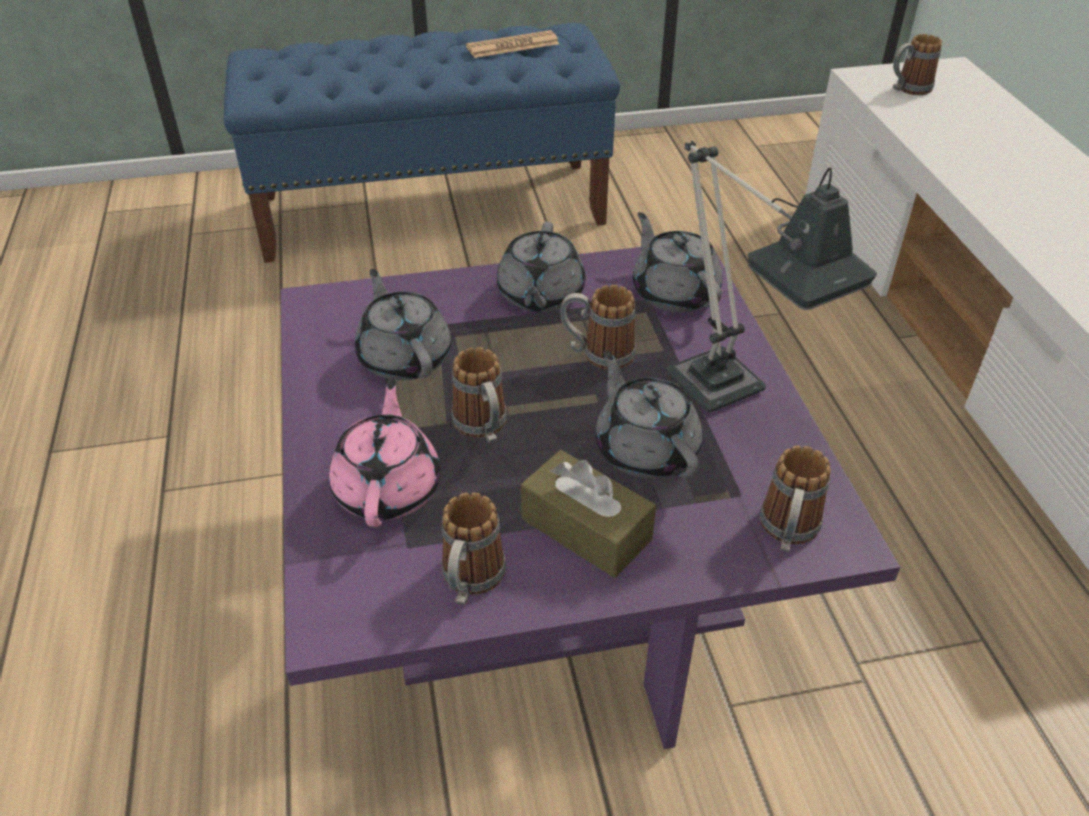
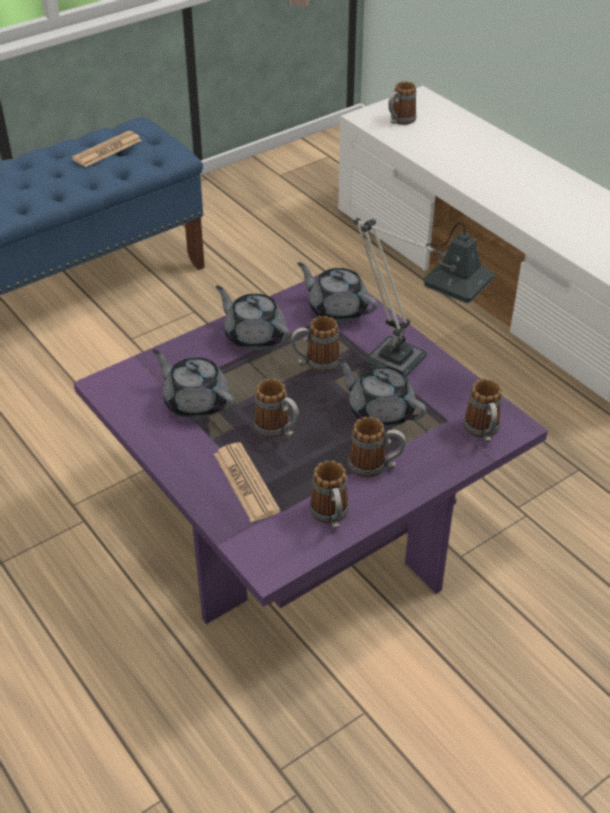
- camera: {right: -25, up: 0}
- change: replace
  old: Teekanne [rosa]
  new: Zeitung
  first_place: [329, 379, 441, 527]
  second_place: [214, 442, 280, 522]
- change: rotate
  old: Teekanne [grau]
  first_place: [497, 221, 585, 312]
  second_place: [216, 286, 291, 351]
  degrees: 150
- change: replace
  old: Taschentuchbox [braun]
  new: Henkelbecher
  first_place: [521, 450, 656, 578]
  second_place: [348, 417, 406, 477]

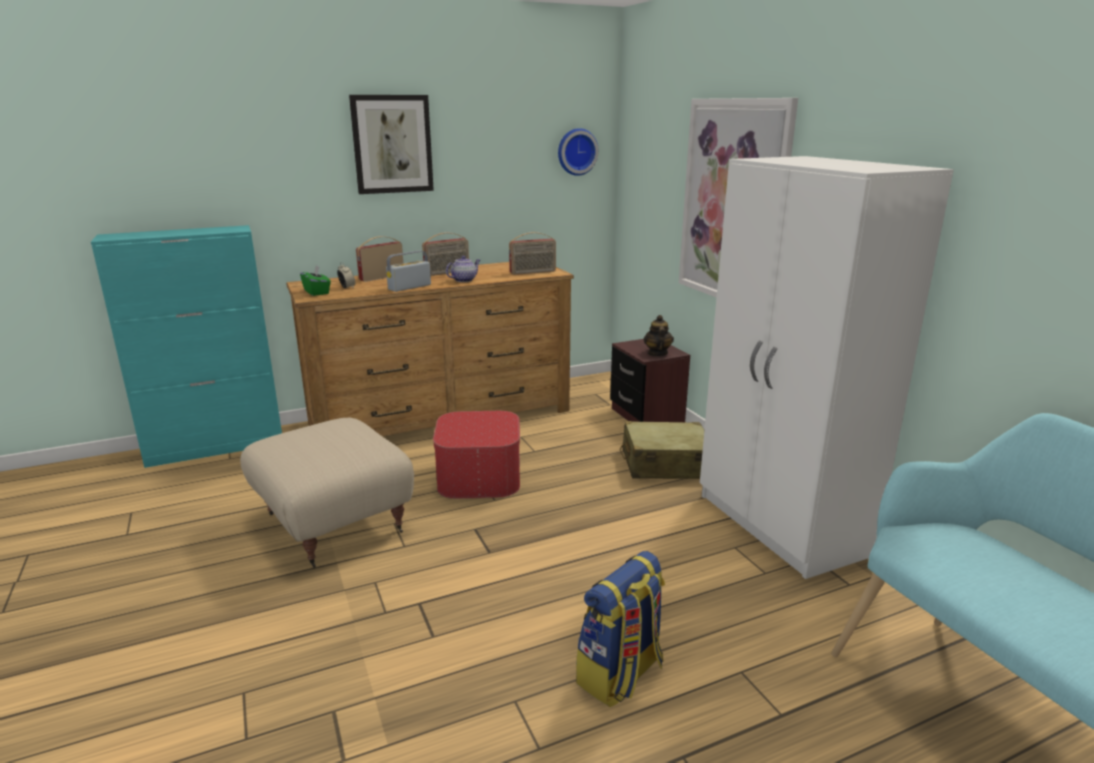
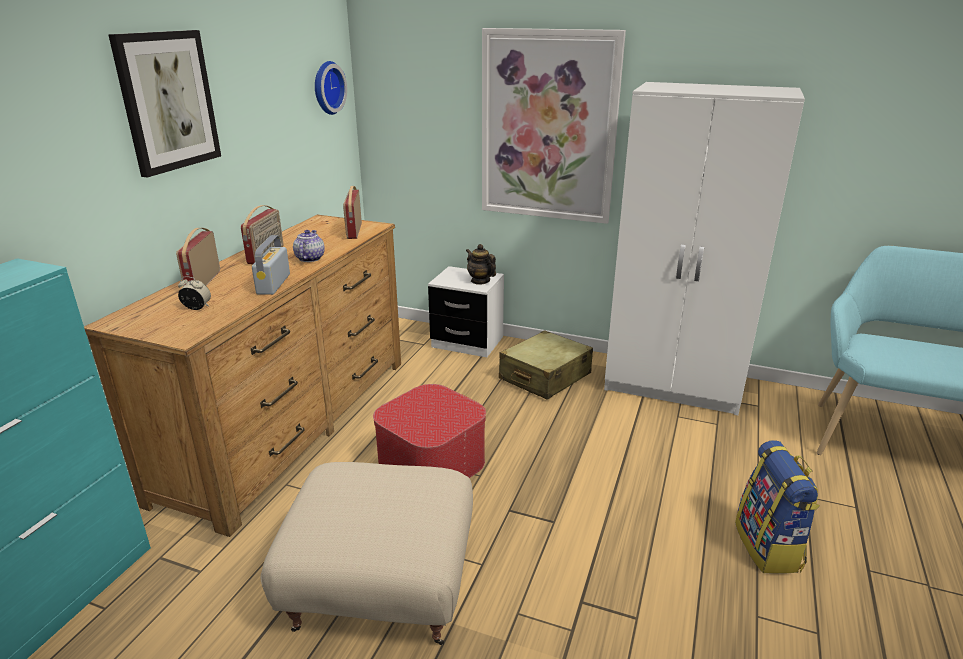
- camera: {right: -45, up: 5}
- change: delete
  old: Taschentuchbox [grün]
  first_place: [300, 265, 331, 296]
- change: rotate
  old: Radio
  first_place: [509, 232, 556, 275]
  second_place: [343, 186, 362, 239]
  degrees: 150
- change: recolor
  old: Nachttisch [braun]
  new: Nachttisch [weiß]
  first_place: [610, 339, 690, 422]
  second_place: [428, 266, 504, 357]

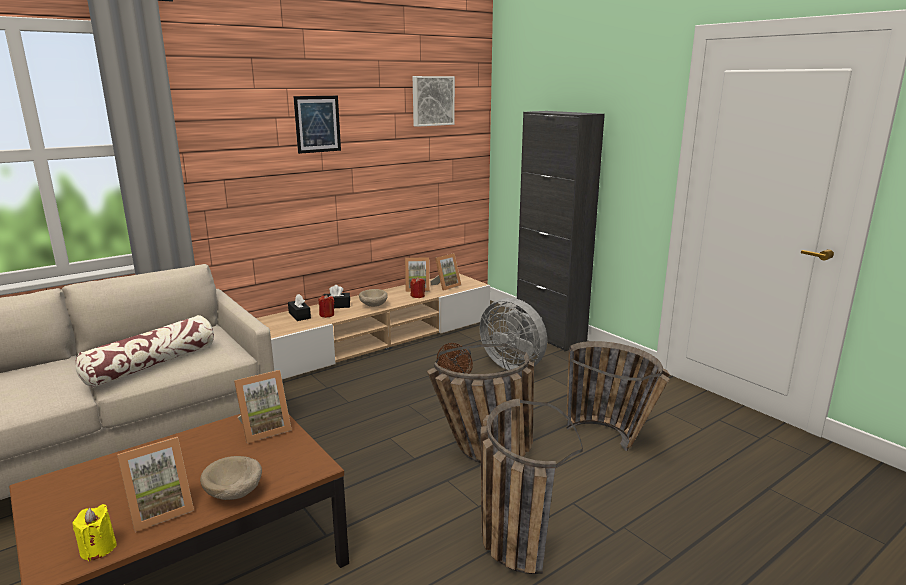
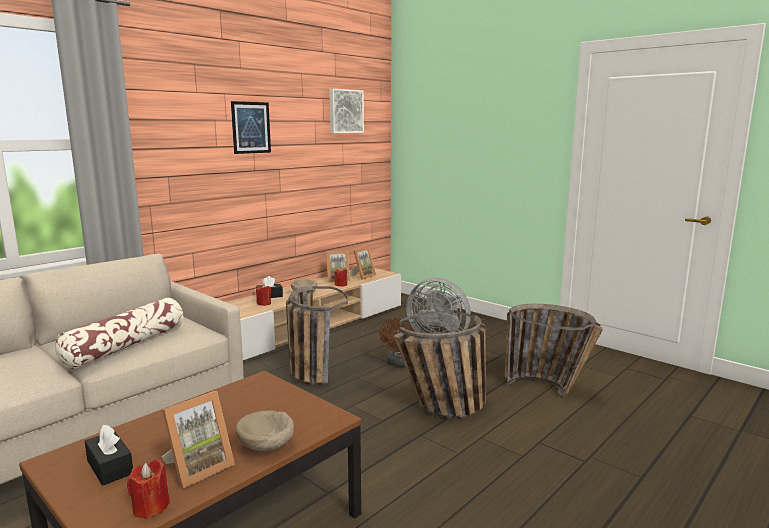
- camera: {right: -10, up: -5}
- change: recolor
  old: Kerze [gelb]
  new: Kerze [rot]
  first_place: [72, 504, 117, 561]
  second_place: [127, 459, 170, 519]
- change: delete
  old: Bilderrahmen
  first_place: [234, 370, 292, 443]
- change: move
  old: Taschentuchbox [schwarz]
  first_place: [288, 294, 311, 321]
  second_place: [85, 425, 133, 486]
- change: move
  old: Korb
  first_place: [480, 398, 583, 574]
  second_place: [286, 285, 348, 386]
- change: delete
  old: Schrank [schwarz]
  first_place: [516, 111, 605, 351]

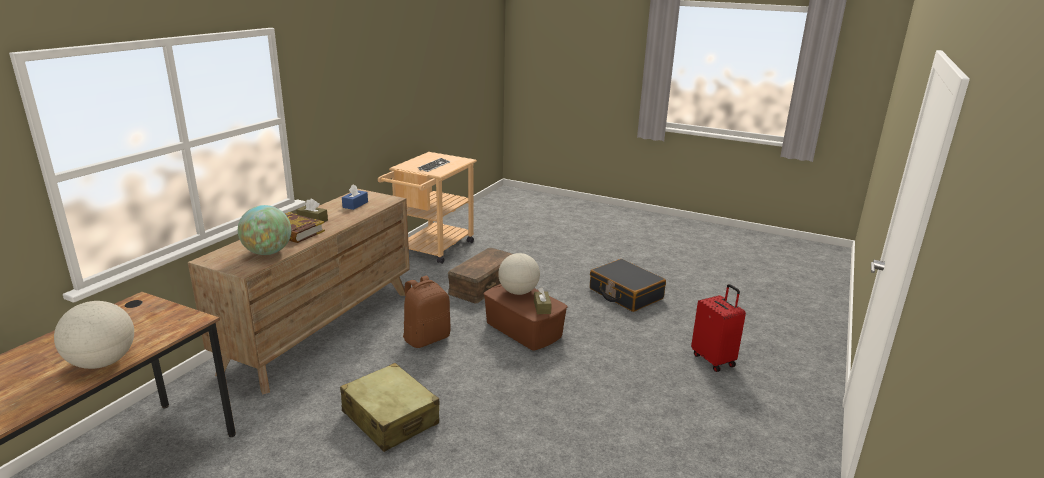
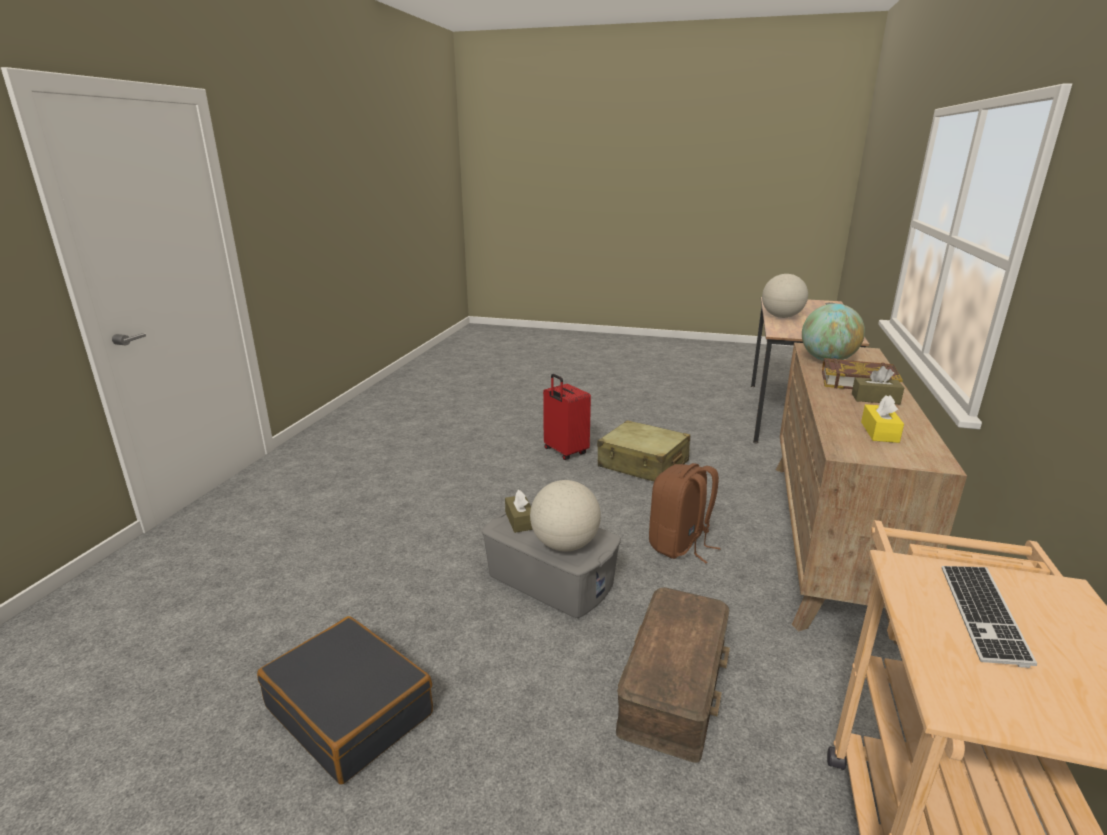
- camera: {right: 170, up: 0}
- change: recolor
  old: Taschentuchbox [blau]
  new: Taschentuchbox [gelb]
  first_place: [342, 184, 368, 210]
  second_place: [861, 395, 904, 443]
- change: recolor
  old: Aufbewahrungsbox [braun]
  new: Aufbewahrungsbox [grau]
  first_place: [483, 284, 568, 351]
  second_place: [482, 501, 621, 618]
- change: move
  old: Koffer [rot]
  first_place: [691, 284, 746, 372]
  second_place: [543, 374, 591, 460]

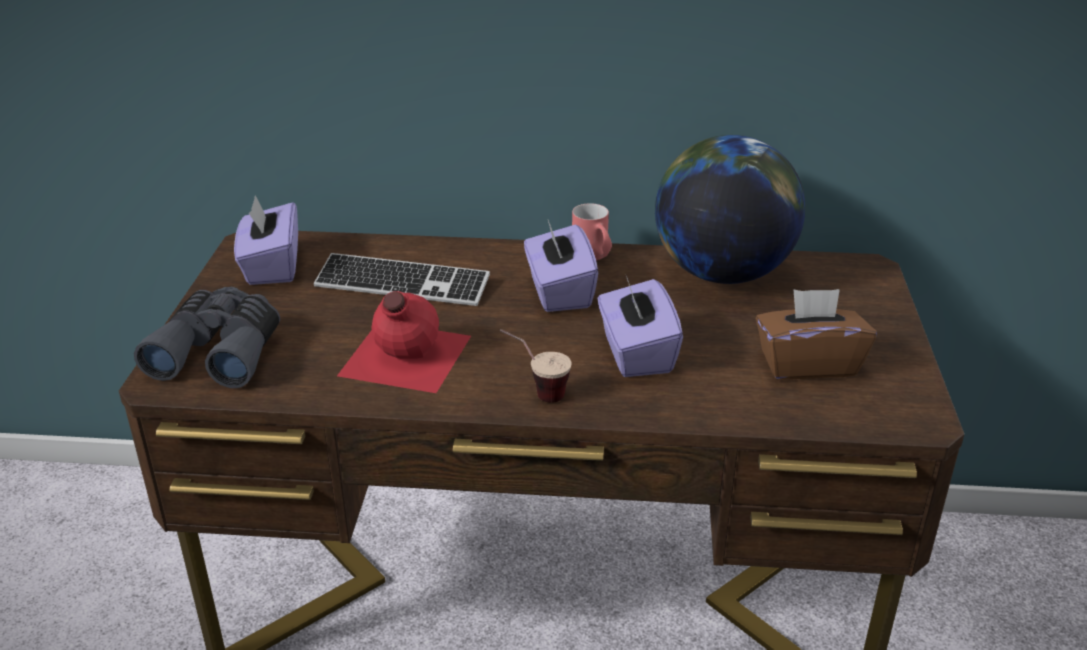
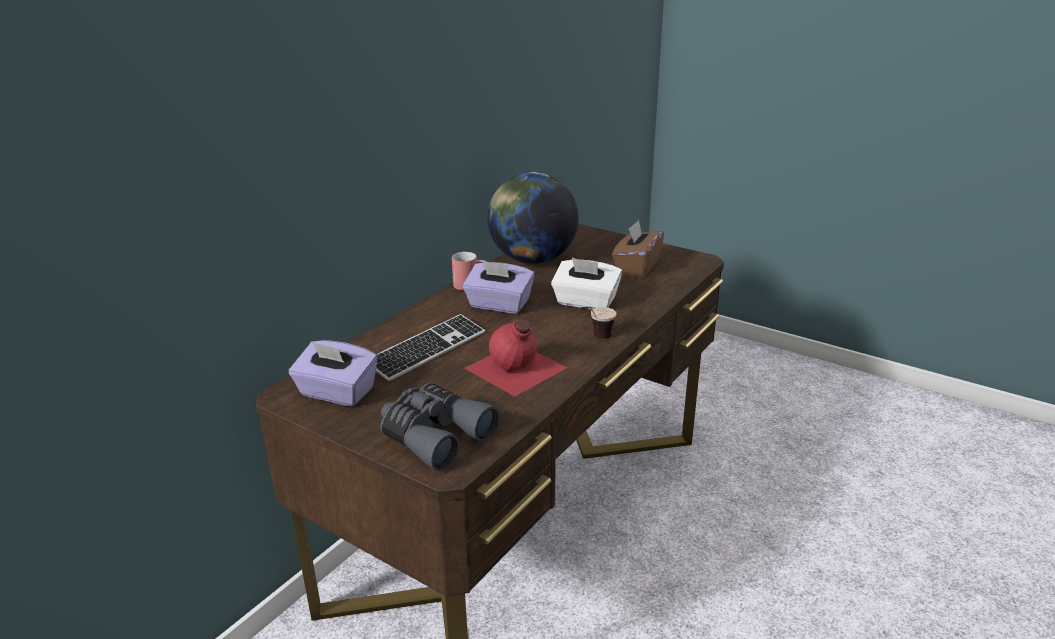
- camera: {right: -60, up: -5}
- change: recolor
  old: Taschentuchbox [lila]
  new: Taschentuchbox [weiß]
  first_place: [598, 276, 683, 377]
  second_place: [551, 258, 622, 309]

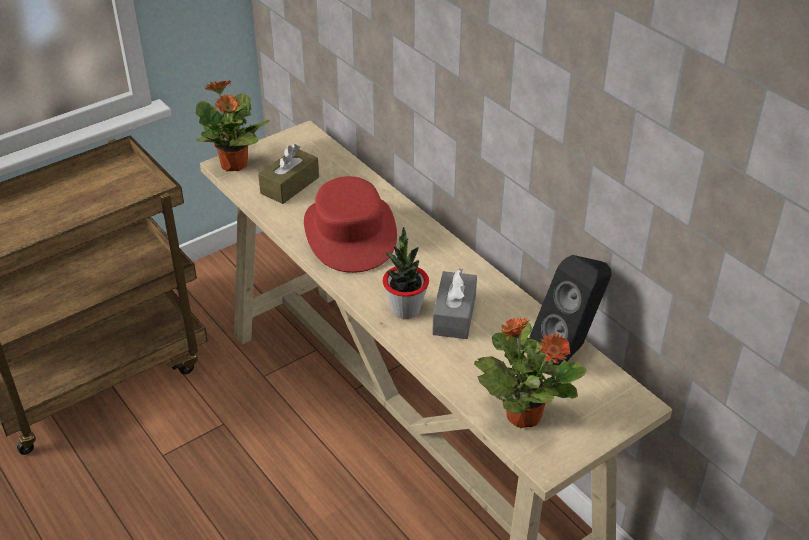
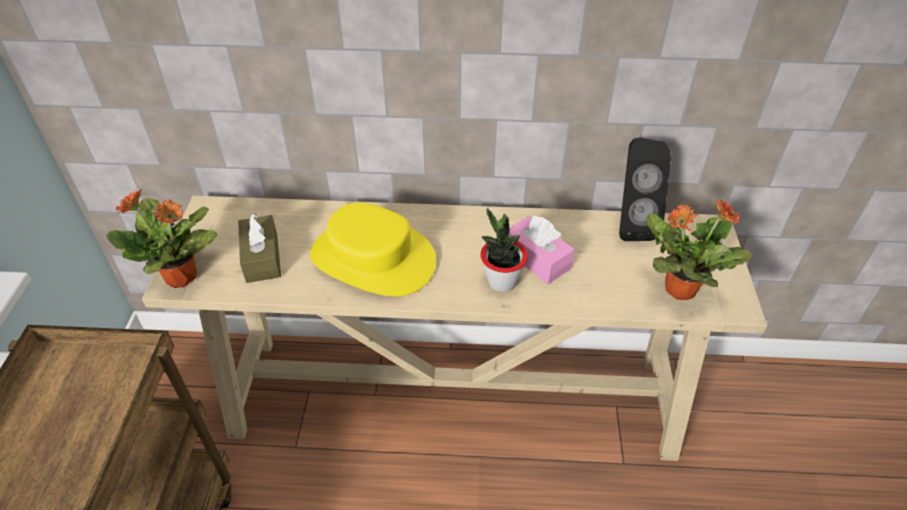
- camera: {right: -50, up: 5}
- change: recolor
  old: Hut [rot]
  new: Hut [gelb]
  first_place: [304, 176, 397, 273]
  second_place: [310, 202, 436, 297]
- change: recolor
  old: Taschentuchbox [grau]
  new: Taschentuchbox [rosa]
  first_place: [432, 268, 477, 339]
  second_place: [508, 216, 575, 284]

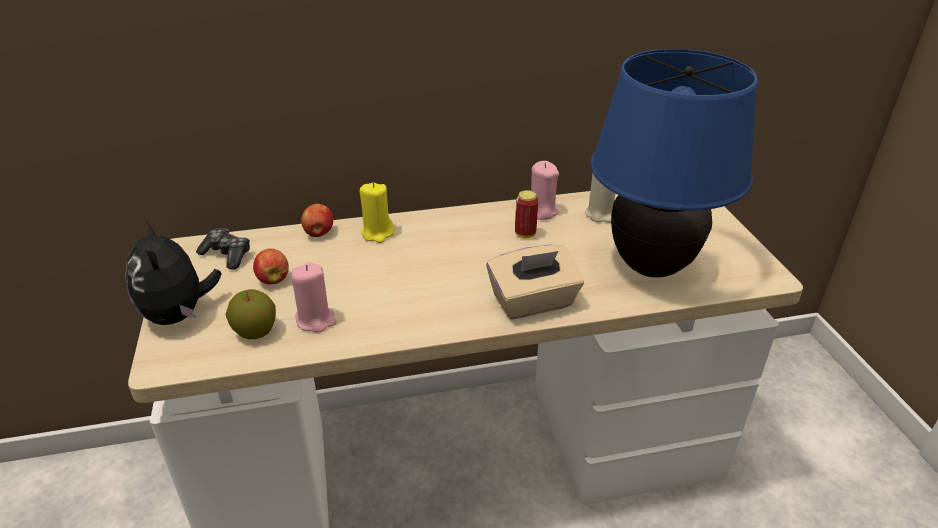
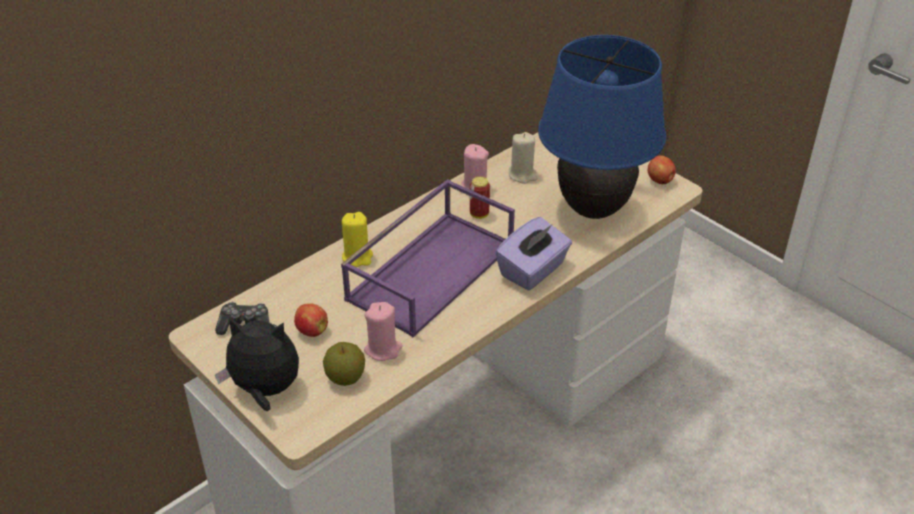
- camera: {right: -30, up: 5}
- change: rotate
  old: Plüschtier
  first_place: [125, 219, 222, 325]
  second_place: [215, 317, 299, 411]
  degrees: 150
- change: move
  old: Apfel
  first_place: [301, 204, 333, 237]
  second_place: [647, 155, 676, 184]
- change: recolor
  old: Taschentuchbox [beige]
  new: Taschentuchbox [lila]
  first_place: [486, 244, 584, 319]
  second_place: [495, 217, 572, 290]
- change: insert
  new: Tablett [lila]
  second_place: [341, 179, 515, 337]

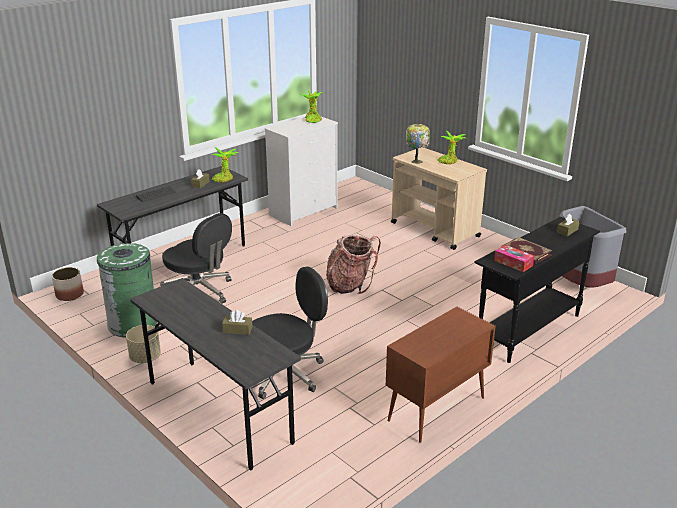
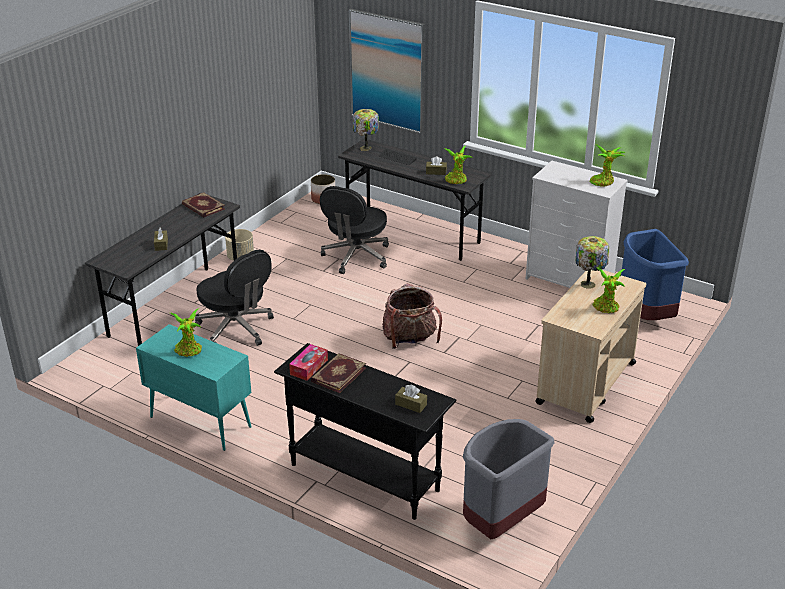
- camera: {right: 75, up: 5}
- change: delete
  old: Mülleimer [grün]
  first_place: [97, 243, 157, 338]
- change: recolor
  old: Schrank [braun]
  new: Schrank [türkis]
  first_place: [386, 307, 496, 443]
  second_place: [136, 324, 251, 451]
- change: insert
  new: Topfpflanze
  second_place: [170, 309, 202, 357]
- change: insert
  new: Buch
  second_place: [182, 192, 225, 217]
- change: insert
  new: Bild
  second_place: [349, 9, 425, 134]
- change: insert
  new: Tischlampe
  second_place: [353, 109, 379, 151]
- change: insert
  new: Mülleimer [blau]
  second_place: [621, 229, 689, 320]

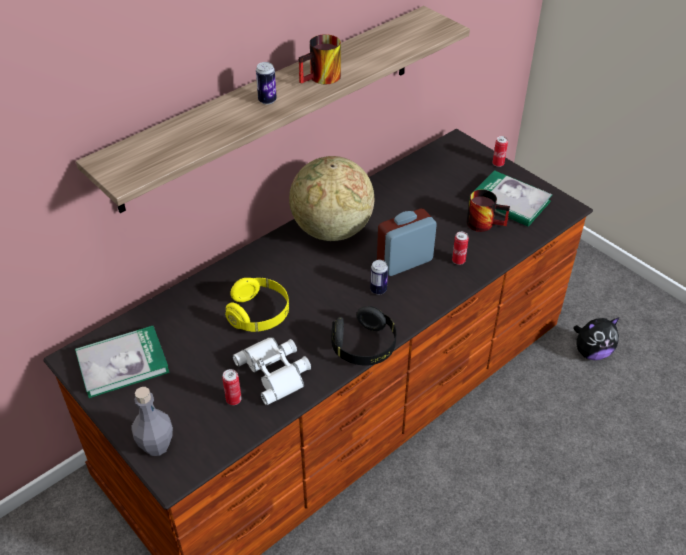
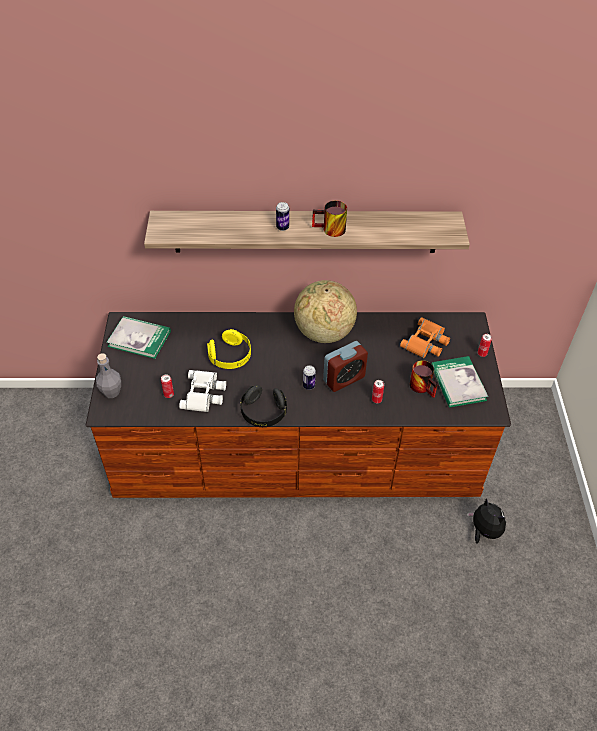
- camera: {right: 40, up: 5}
- change: rotate
  old: Wecker
  first_place: [377, 208, 437, 276]
  second_place: [323, 341, 368, 392]
  degrees: 135
- change: rotate
  old: Plüschtier
  first_place: [573, 317, 619, 360]
  second_place: [467, 498, 506, 544]
  degrees: -150
- change: insert
  new: Fernglas [orange]
  second_place: [400, 317, 450, 358]

